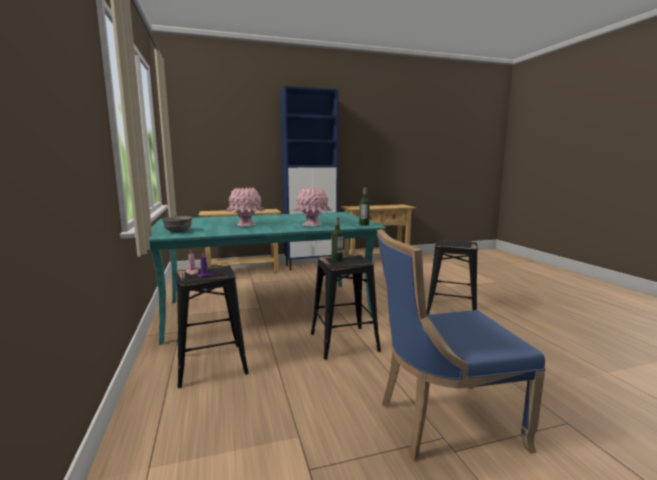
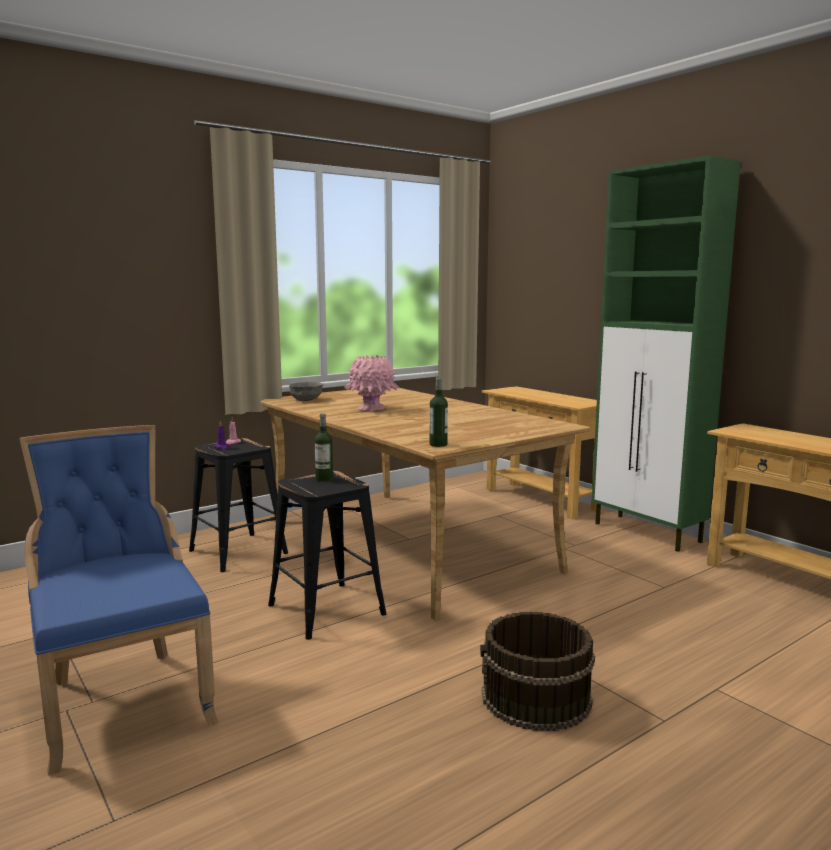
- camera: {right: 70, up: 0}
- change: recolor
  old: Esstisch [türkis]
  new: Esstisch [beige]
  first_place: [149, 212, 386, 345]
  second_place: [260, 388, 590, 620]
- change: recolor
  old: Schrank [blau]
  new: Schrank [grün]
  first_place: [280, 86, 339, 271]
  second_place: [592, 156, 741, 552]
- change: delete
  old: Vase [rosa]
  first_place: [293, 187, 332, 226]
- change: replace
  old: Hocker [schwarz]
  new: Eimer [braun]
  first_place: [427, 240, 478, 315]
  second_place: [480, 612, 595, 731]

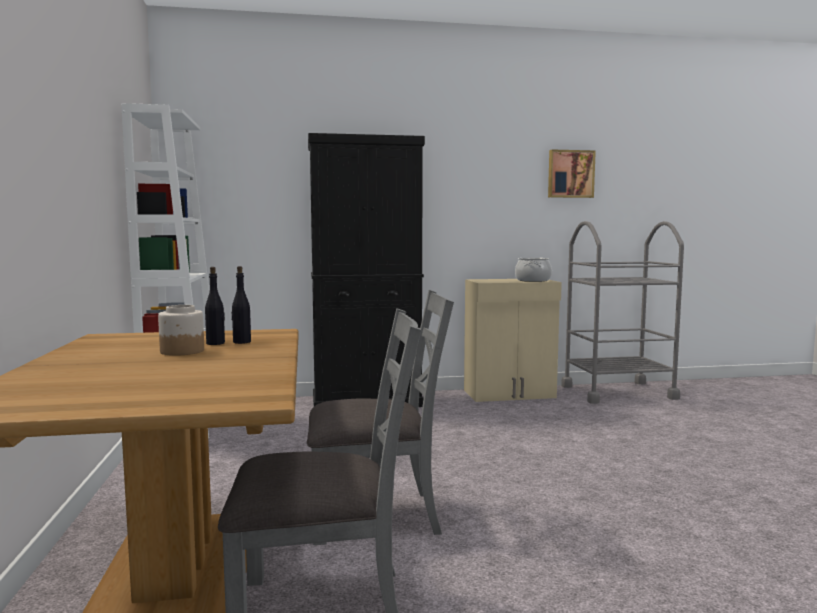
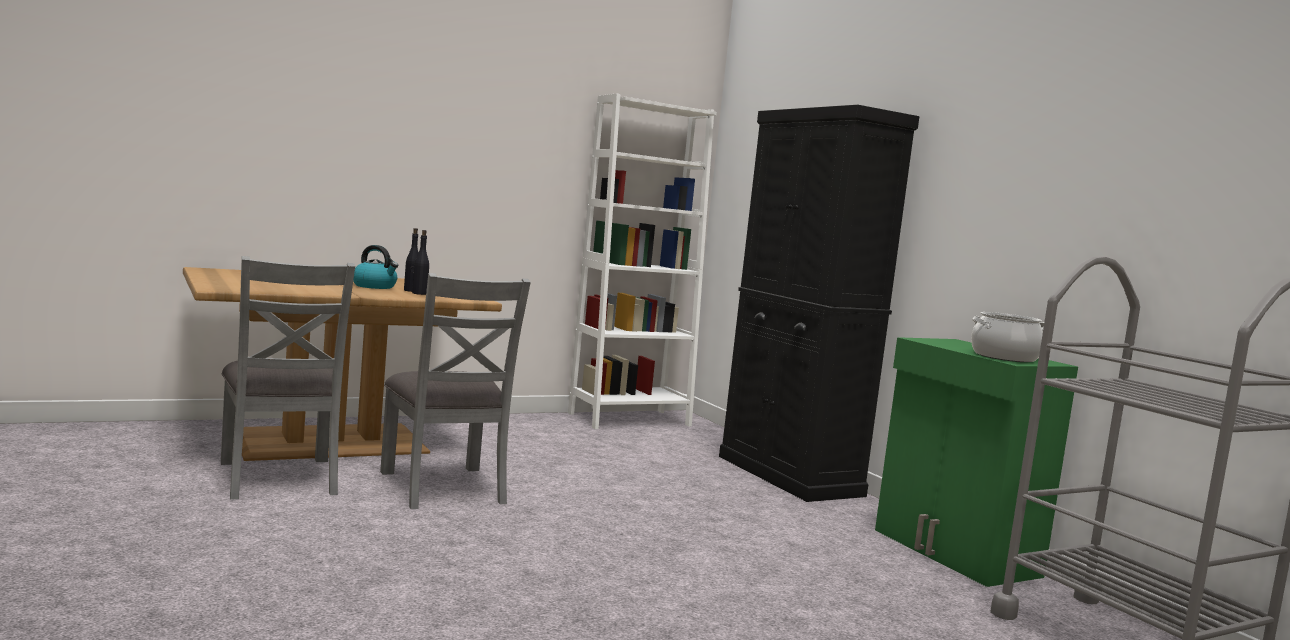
- camera: {right: 70, up: 0}
- change: replace
  old: Vorratsglas
  new: Wasserkessel
  first_place: [158, 305, 204, 356]
  second_place: [353, 245, 398, 289]
- change: recolor
  old: Schrank [beige]
  new: Schrank [grün]
  first_place: [464, 279, 562, 402]
  second_place: [875, 337, 1078, 587]
- change: delete
  old: Bild
  first_place: [548, 149, 596, 198]

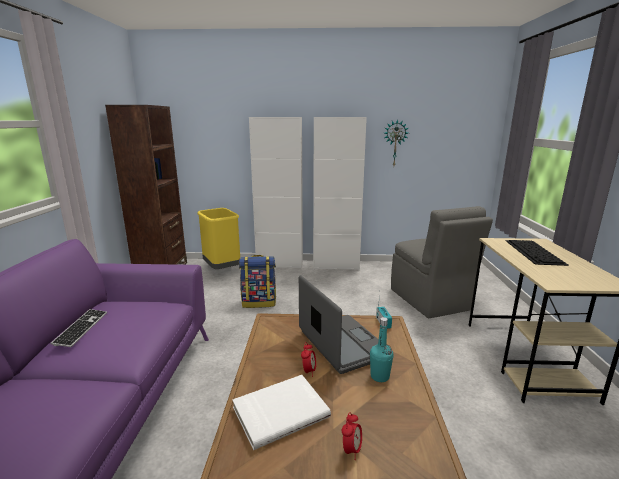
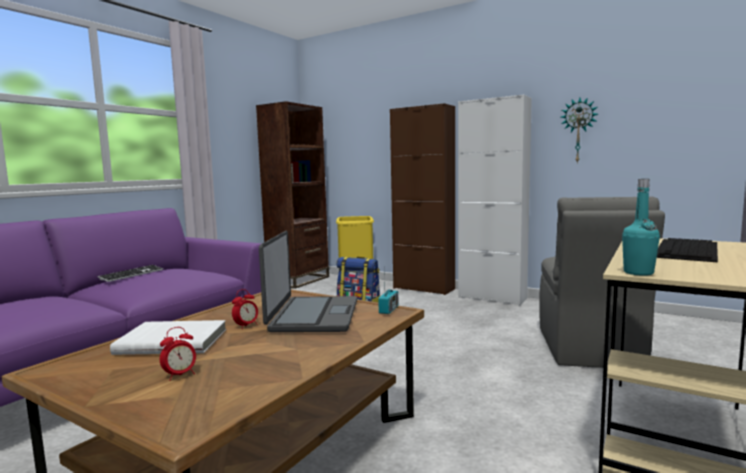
- camera: {right: 30, up: -10}
- change: recolor
  old: Schrank [weiß]
  new: Schrank [braun]
  first_place: [249, 117, 303, 268]
  second_place: [390, 103, 455, 295]
- change: move
  old: Flasche [türkis]
  first_place: [370, 317, 393, 382]
  second_place: [622, 179, 660, 276]

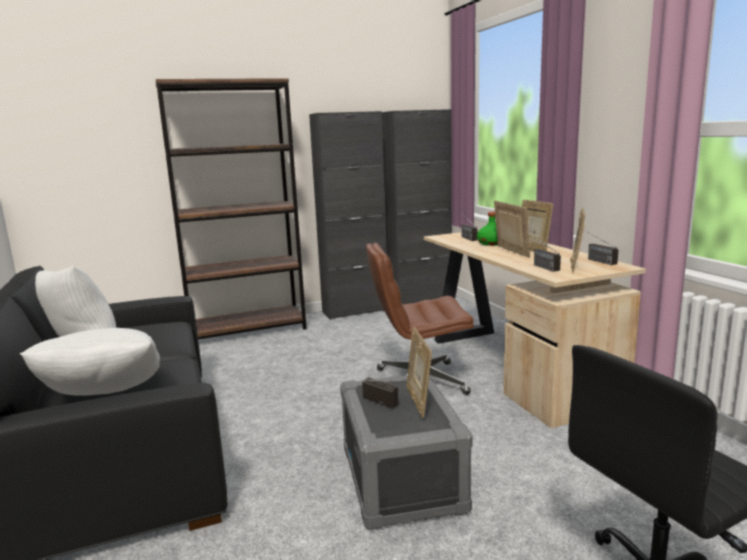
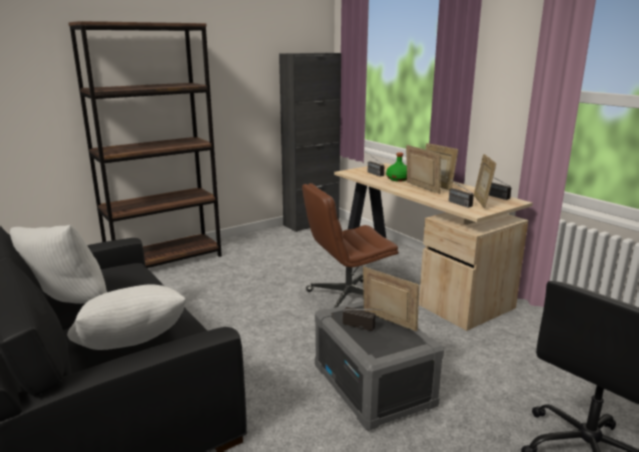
- camera: {right: -15, up: 5}
- change: delete
  old: Schrank [schwarz]
  first_place: [309, 111, 387, 320]
- change: rotate
  old: Bilderrahmen
  first_place: [406, 327, 432, 418]
  second_place: [363, 267, 419, 331]
  degrees: 150

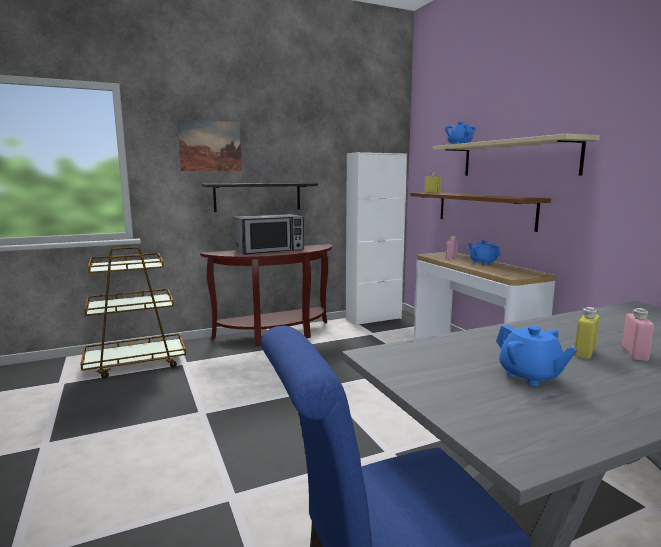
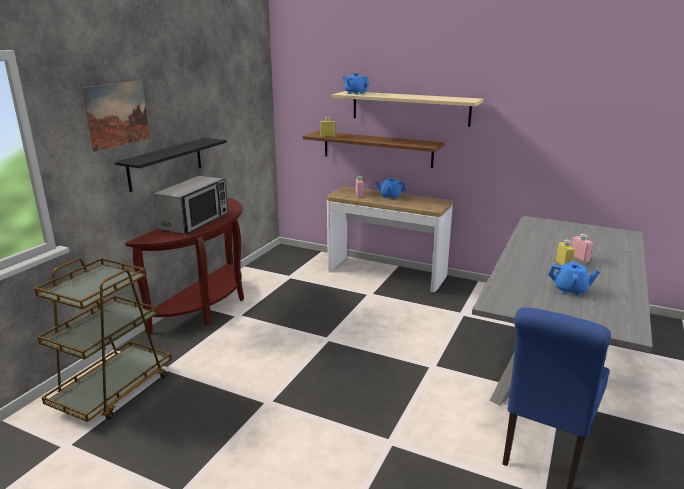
- camera: {right: -40, up: 10}
- change: delete
  old: Schrank [weiß]
  first_place: [346, 152, 407, 326]

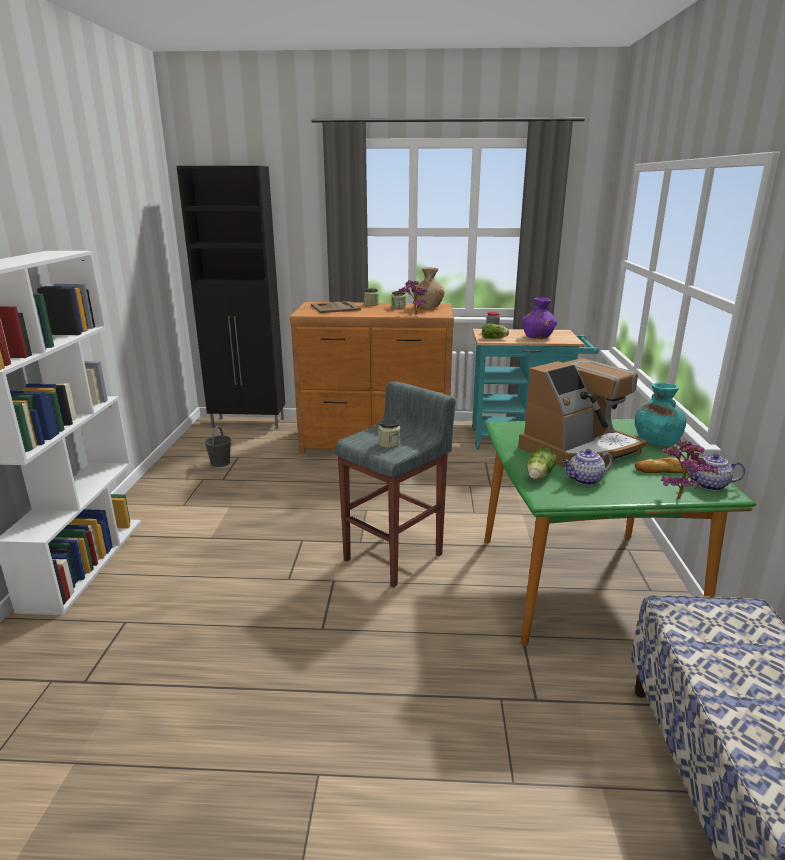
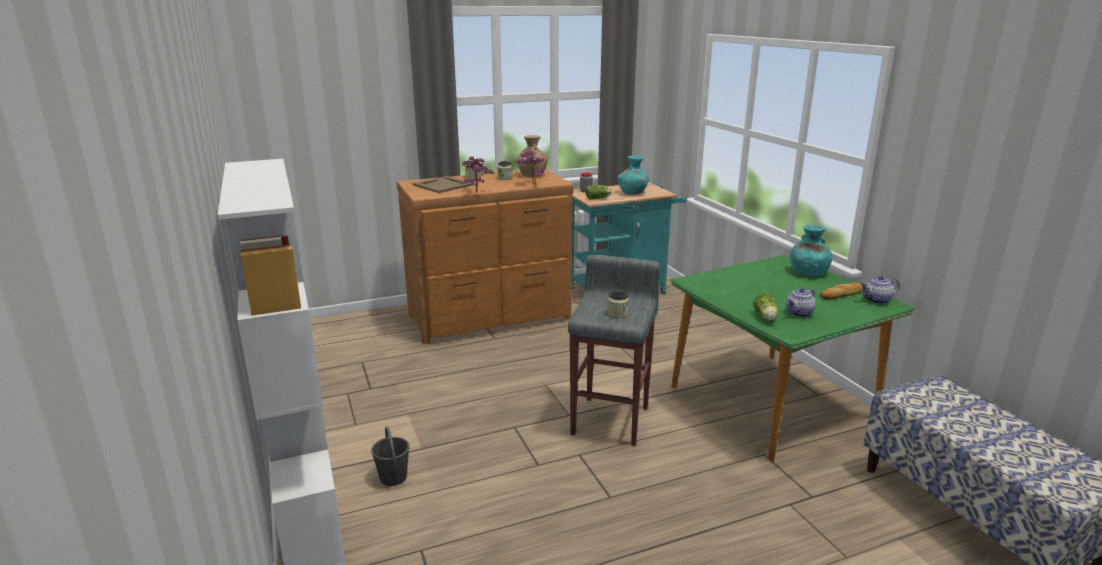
- camera: {right: -25, up: 0}
- change: delete
  old: Schrank [schwarz]
  first_place: [176, 166, 285, 429]
- change: move
  old: Eimer [grau]
  first_place: [204, 426, 231, 467]
  second_place: [371, 426, 410, 486]
- change: delete
  old: Kaffeemaschine
  first_place: [518, 358, 648, 468]
- change: recolor
  old: Vase [lila]
  new: Vase [türkis]
  first_place: [522, 298, 557, 339]
  second_place: [617, 156, 650, 194]
- change: move
  old: Topfpflanze
  first_place: [661, 440, 719, 499]
  second_place: [462, 156, 494, 193]

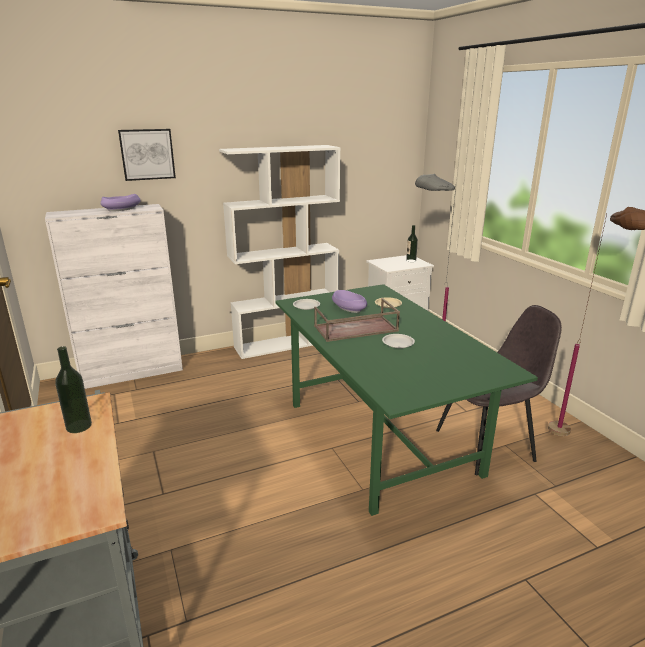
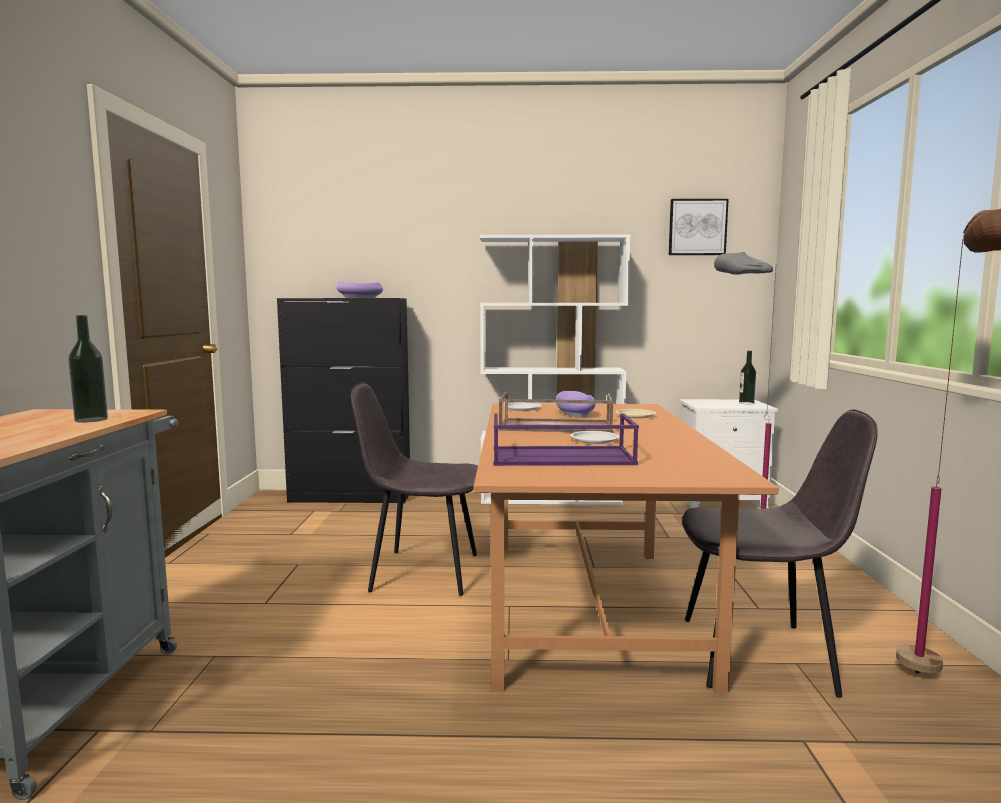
- camera: {right: 25, up: -15}
- change: recolor
  old: Schrank [weiß]
  new: Schrank [schwarz]
  first_place: [45, 204, 183, 389]
  second_place: [277, 298, 410, 503]
- change: move
  old: Bild
  first_place: [118, 129, 176, 181]
  second_place: [669, 199, 729, 255]
- change: recolor
  old: Esstisch [grün]
  new: Esstisch [braun]
  first_place: [275, 284, 538, 516]
  second_place: [474, 404, 779, 695]
- change: insert
  new: Stuhl [grau]
  second_place: [351, 382, 478, 596]
- change: insert
  new: Tablett [lila]
  second_place: [494, 413, 639, 466]

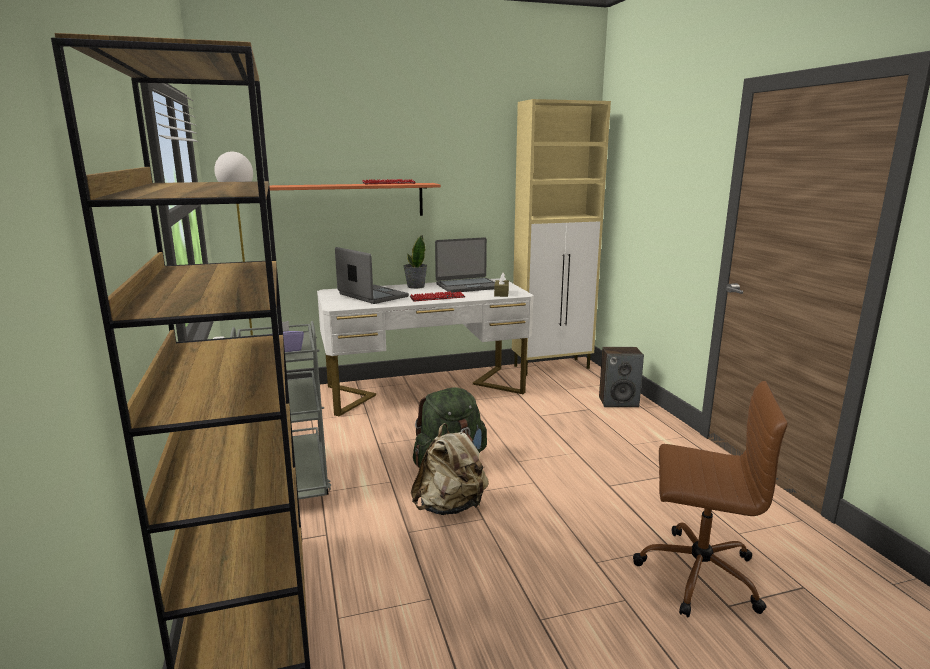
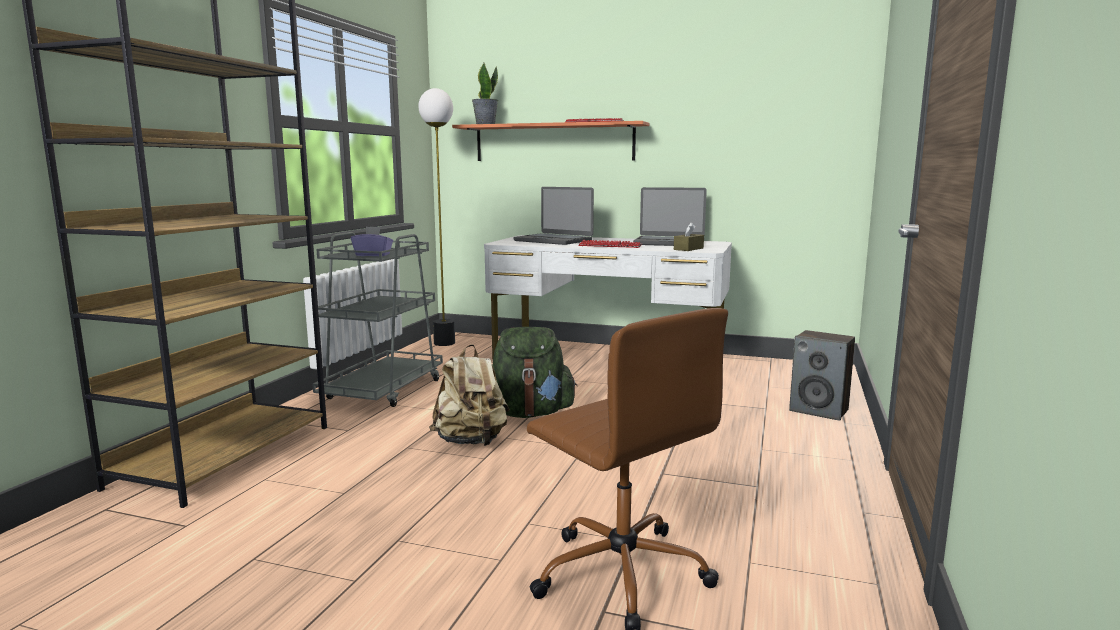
- camera: {right: 35, up: -5}
- change: rotate
  old: Laptop
  first_place: [335, 247, 409, 304]
  second_place: [514, 187, 594, 245]
  degrees: 135
- change: move
  old: Topfpflanze
  first_place: [403, 235, 427, 289]
  second_place: [472, 63, 498, 124]
- change: delete
  old: Schrank [beige]
  first_place: [512, 99, 611, 376]

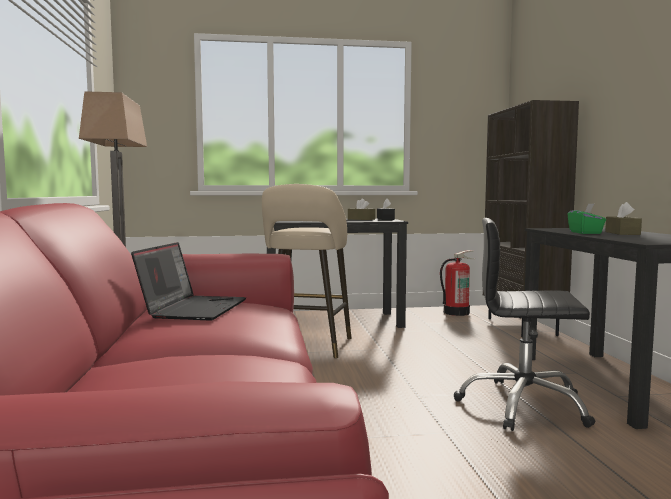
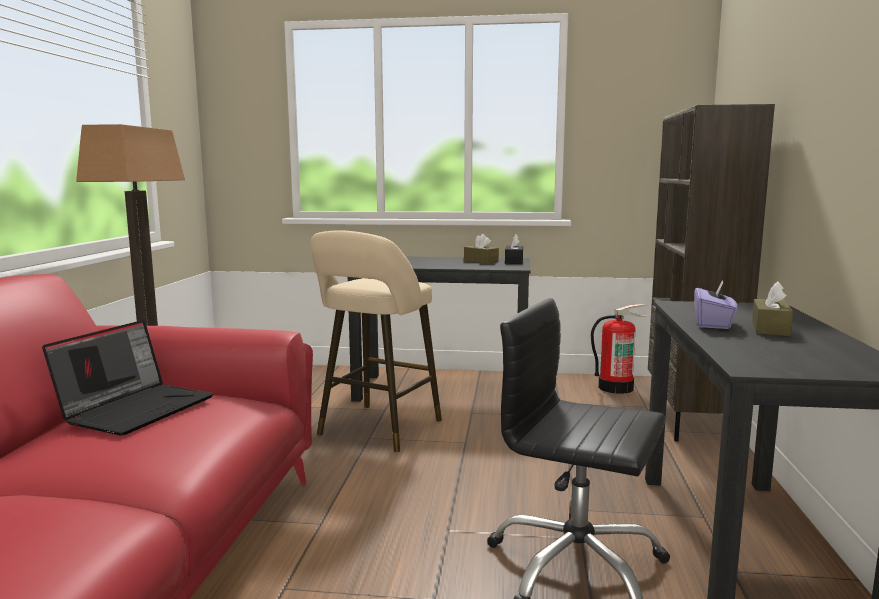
- camera: {right: 15, up: 5}
- change: recolor
  old: Taschentuchbox [grün]
  new: Taschentuchbox [lila]
  first_place: [568, 203, 606, 234]
  second_place: [694, 279, 737, 329]

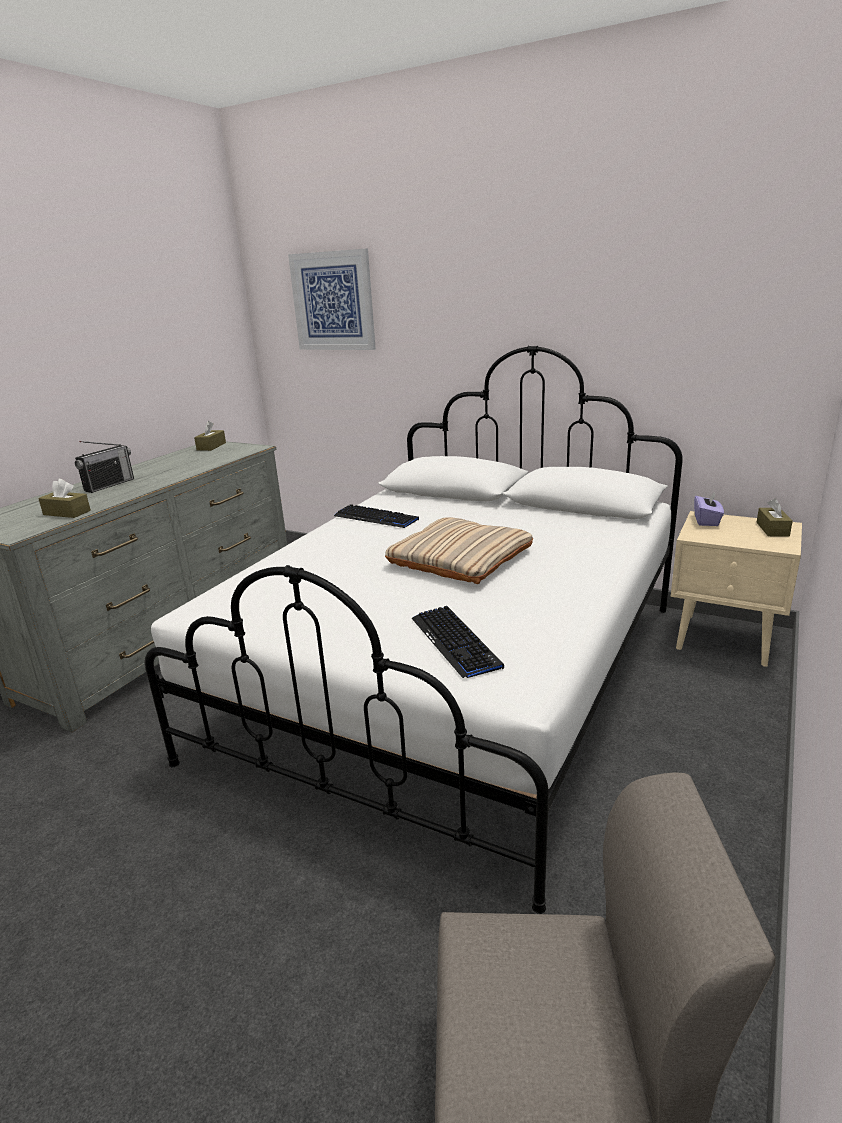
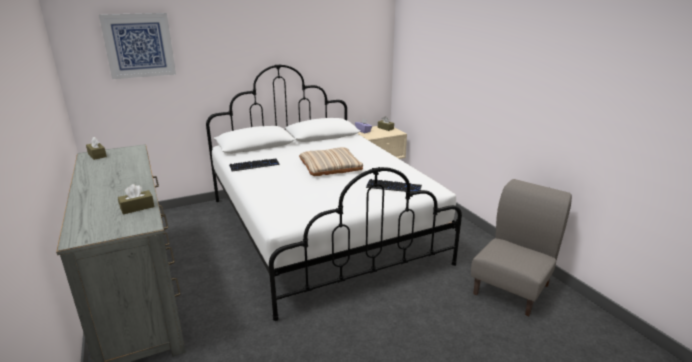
- camera: {right: -55, up: 0}
- change: delete
  old: Radio
  first_place: [75, 441, 134, 493]

